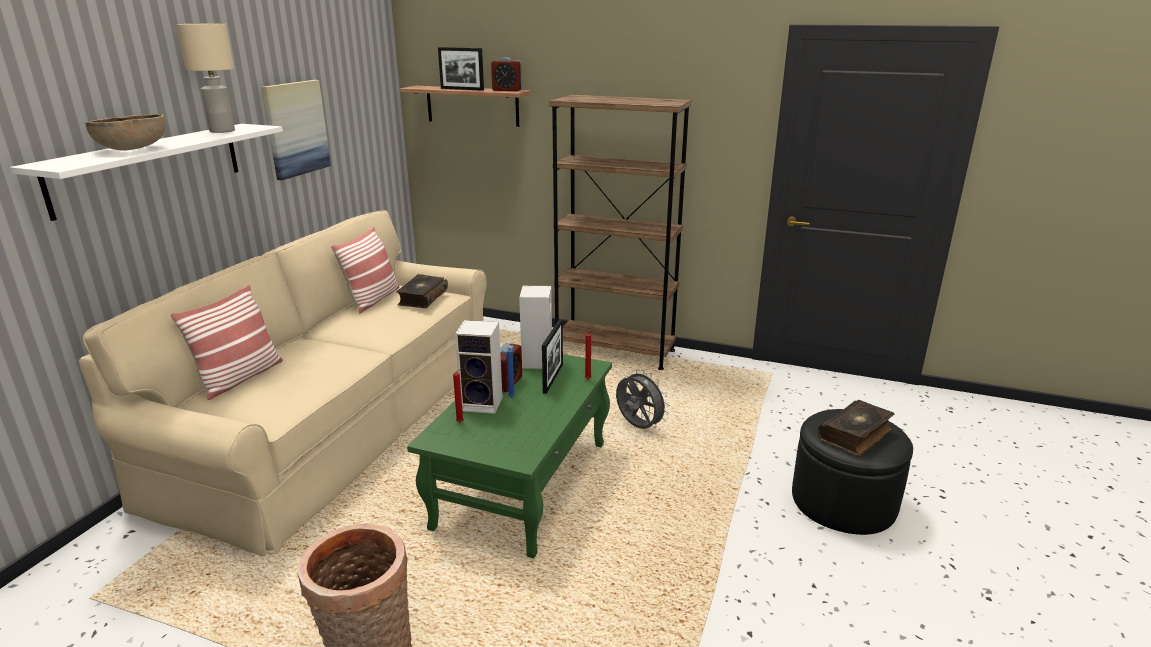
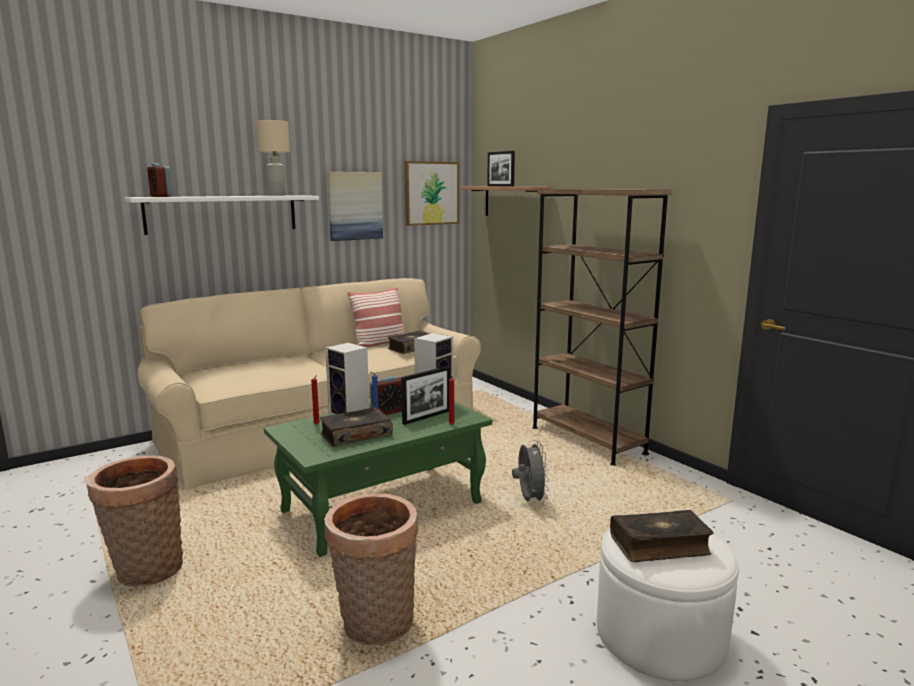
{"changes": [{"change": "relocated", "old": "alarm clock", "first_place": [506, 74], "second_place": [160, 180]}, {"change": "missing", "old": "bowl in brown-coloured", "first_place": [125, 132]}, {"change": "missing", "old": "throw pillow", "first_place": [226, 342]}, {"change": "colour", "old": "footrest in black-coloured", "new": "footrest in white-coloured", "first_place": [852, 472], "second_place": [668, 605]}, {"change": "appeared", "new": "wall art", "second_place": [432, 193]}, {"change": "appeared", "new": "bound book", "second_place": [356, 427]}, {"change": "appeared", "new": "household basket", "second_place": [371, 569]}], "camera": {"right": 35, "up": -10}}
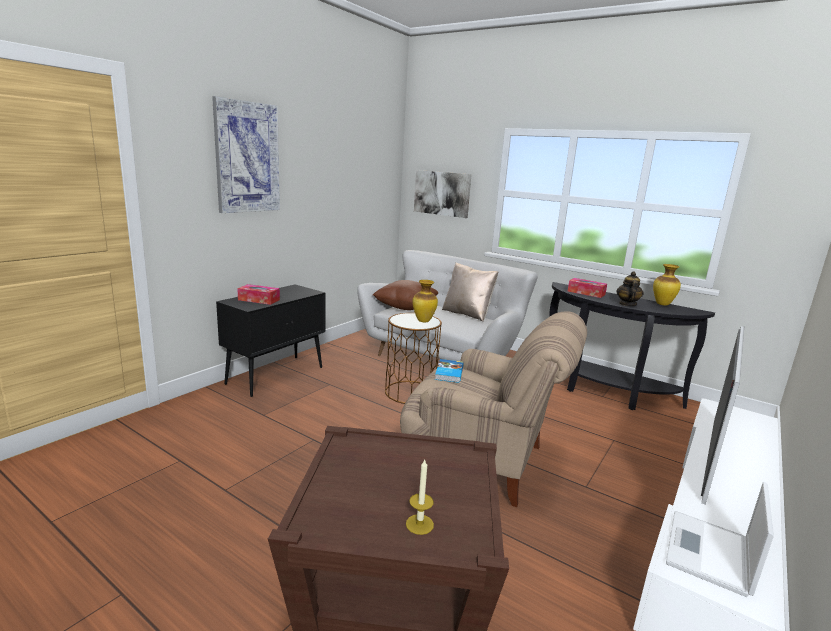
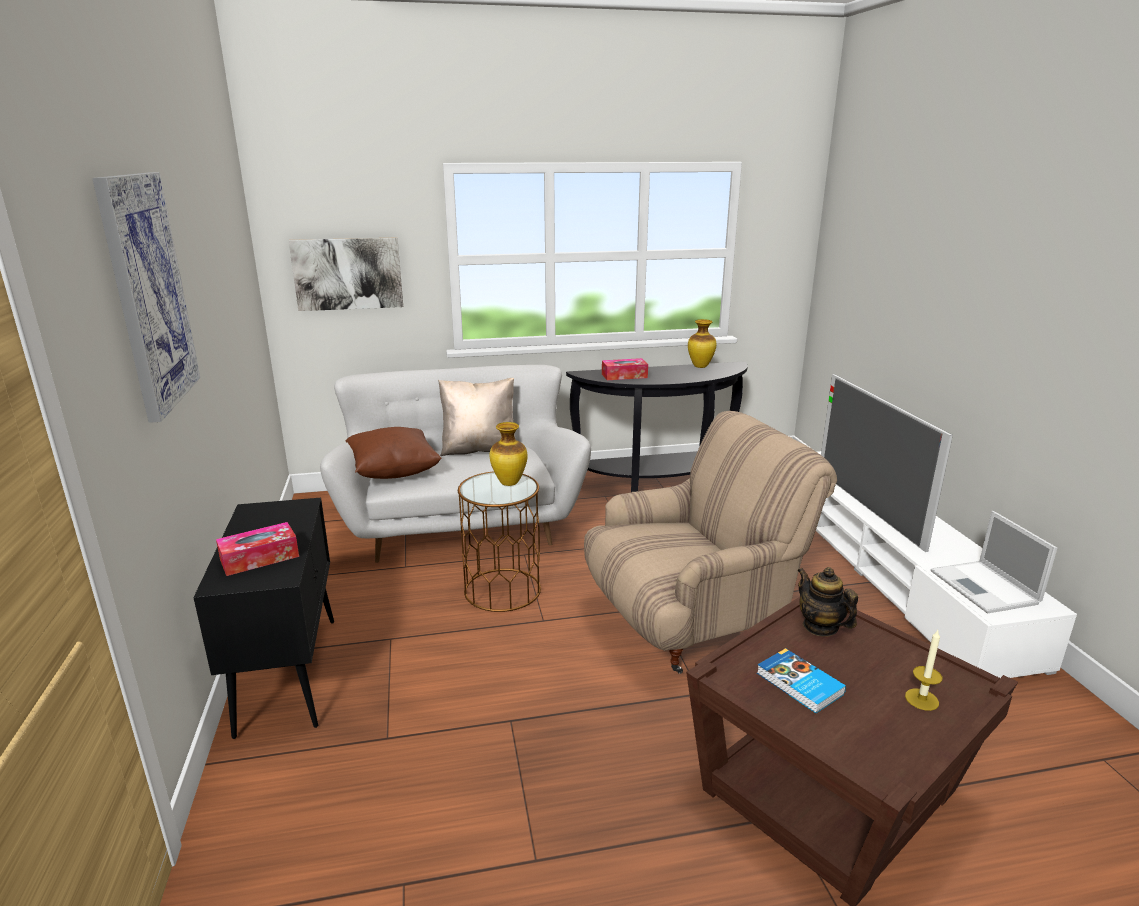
{"changes": [{"change": "relocated", "old": "tea pot", "first_place": [630, 288], "second_place": [827, 602]}, {"change": "relocated", "old": "bound book", "first_place": [449, 371], "second_place": [801, 680]}], "camera": {"right": -45, "up": 5}}
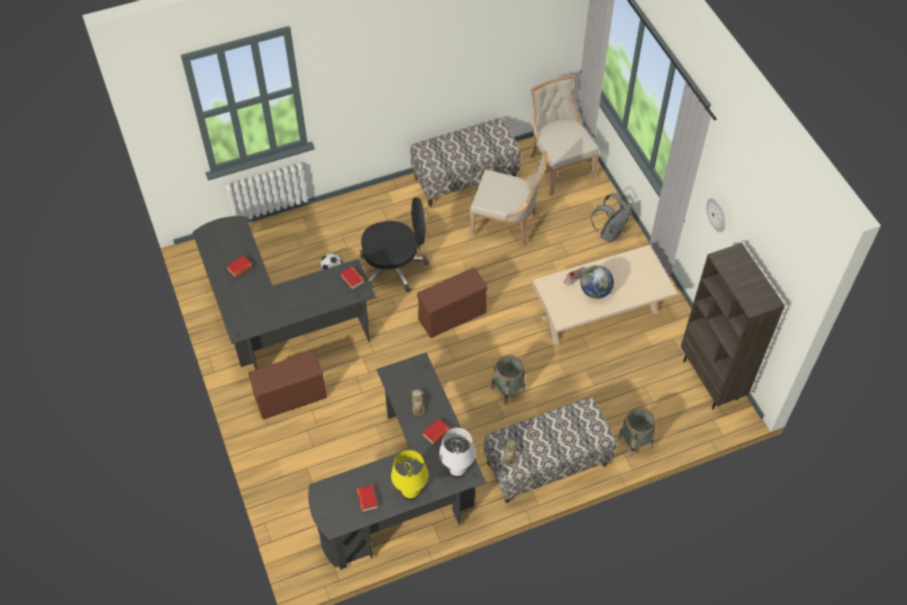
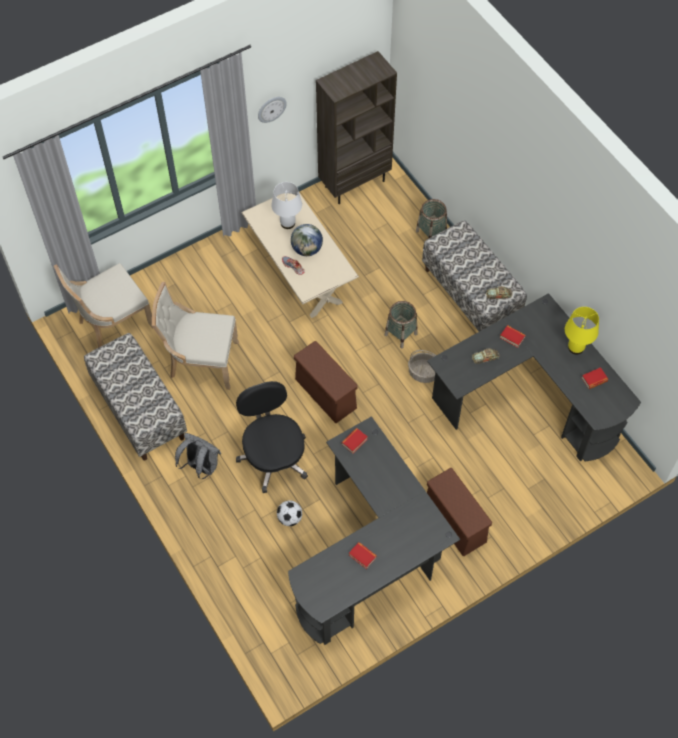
{"changes": [{"change": "spun", "old": "upright chair in sand-coloured", "first_place": [508, 199], "second_place": [195, 336], "degrees": -90}, {"change": "relocated", "old": "backpack in grey", "first_place": [611, 218], "second_place": [198, 456]}, {"change": "relocated", "old": "tabletop lamp in white-coloured", "first_place": [457, 453], "second_place": [286, 205]}, {"change": "appeared", "new": "household basket", "second_place": [422, 366]}], "camera": {"right": -100, "up": 5}}
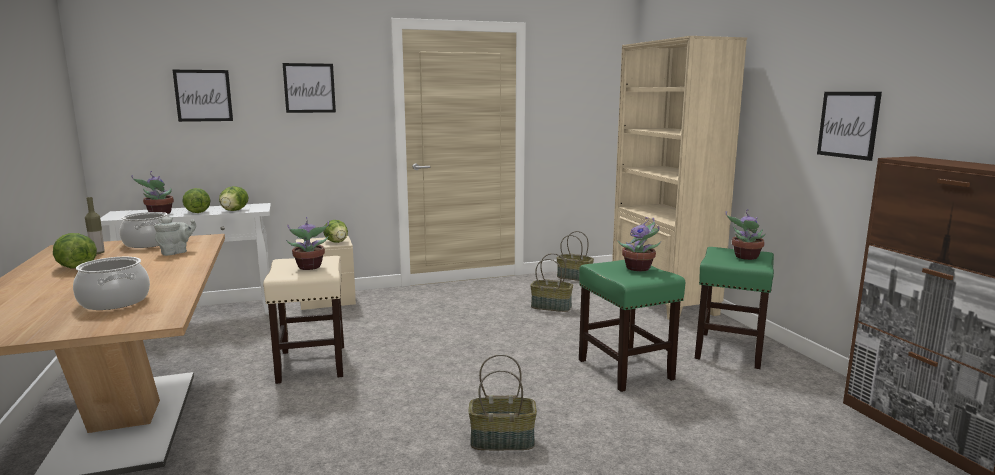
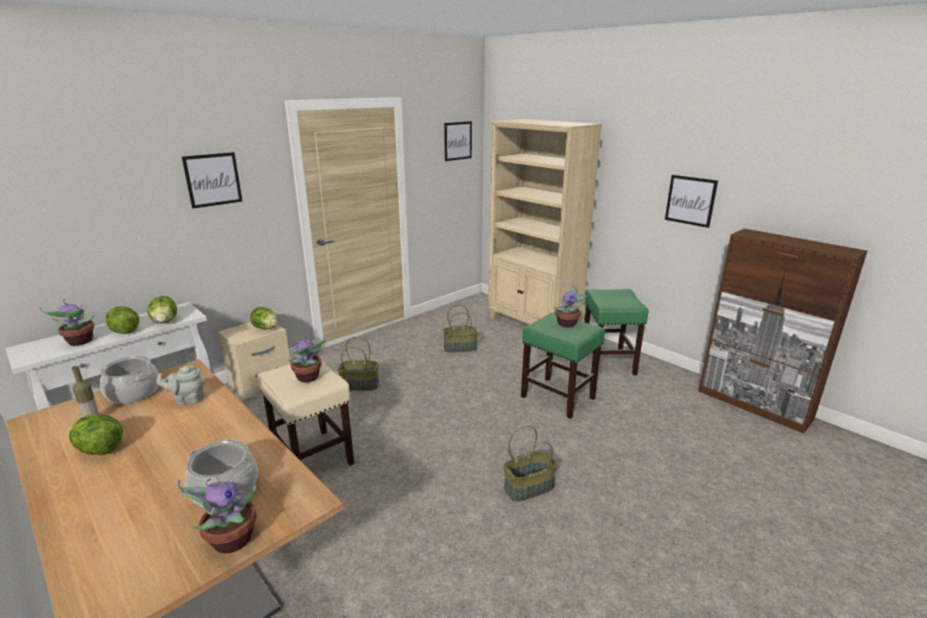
{"changes": [{"change": "relocated", "old": "wall art", "first_place": [203, 96], "second_place": [458, 141]}, {"change": "relocated", "old": "plant in a pot", "first_place": [745, 234], "second_place": [217, 516]}, {"change": "spun", "old": "tea pot in grey", "first_place": [175, 236], "second_place": [180, 385], "degrees": -120}, {"change": "relocated", "old": "household basket", "first_place": [575, 256], "second_place": [358, 363]}], "camera": {"right": -25, "up": 10}}
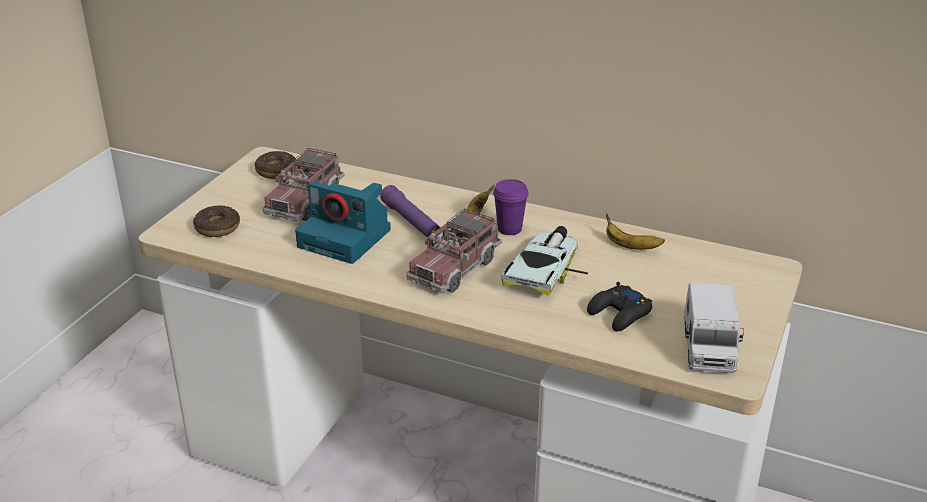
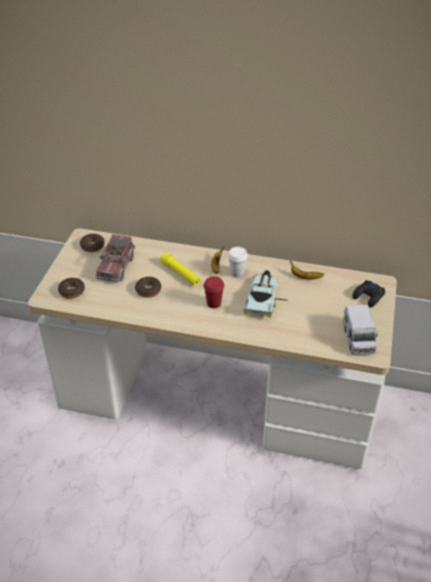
{"changes": [{"change": "colour", "old": "small cup in purple", "new": "small cup in white-coloured", "first_place": [511, 207], "second_place": [238, 262]}, {"change": "exchanged", "old": "still camera", "new": "doughnut", "first_place": [343, 223], "second_place": [148, 287]}, {"change": "colour", "old": "hand torch in purple", "new": "hand torch in yellowish", "first_place": [410, 211], "second_place": [180, 269]}, {"change": "exchanged", "old": "toy lorry", "new": "small cup in red", "first_place": [454, 251], "second_place": [213, 292]}, {"change": "relocated", "old": "joypad in black-coloured", "first_place": [619, 307], "second_place": [368, 293]}], "camera": {"right": -10, "up": 10}}
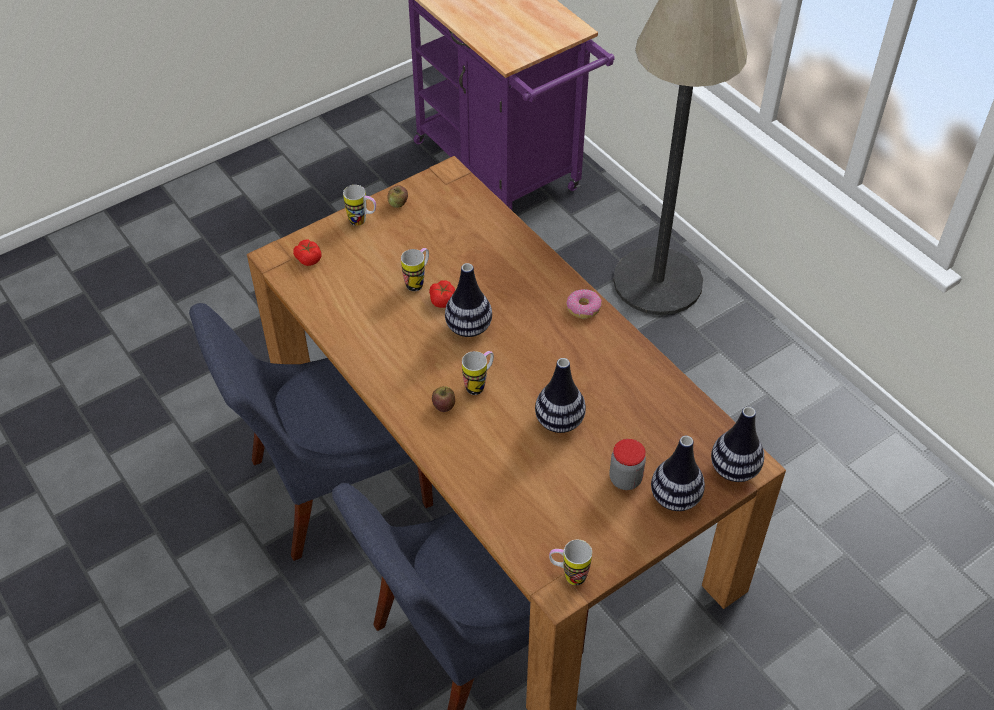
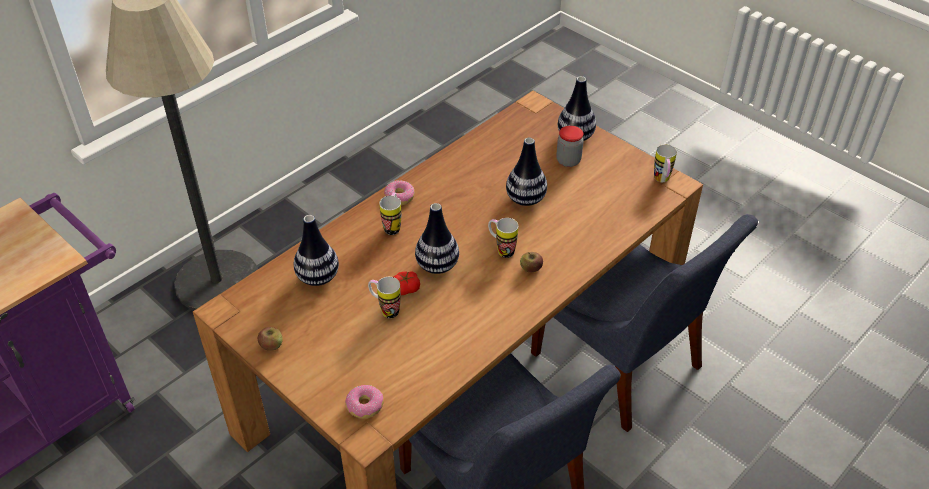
{"changes": [{"change": "relocated", "old": "coffee mug", "first_place": [359, 205], "second_place": [390, 214]}, {"change": "exchanged", "old": "fresh tomato", "new": "doughnut", "first_place": [307, 252], "second_place": [364, 401]}, {"change": "relocated", "old": "vase", "first_place": [737, 444], "second_place": [316, 250]}], "camera": {"right": -100, "up": -5}}
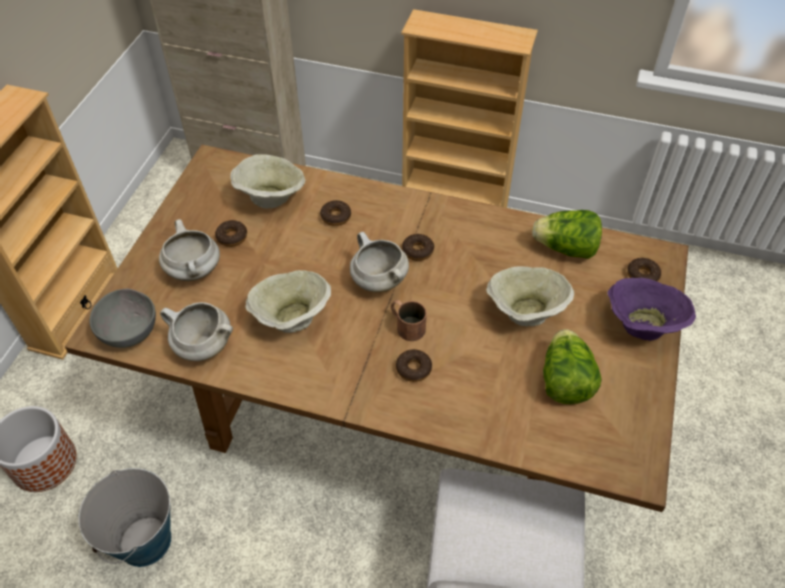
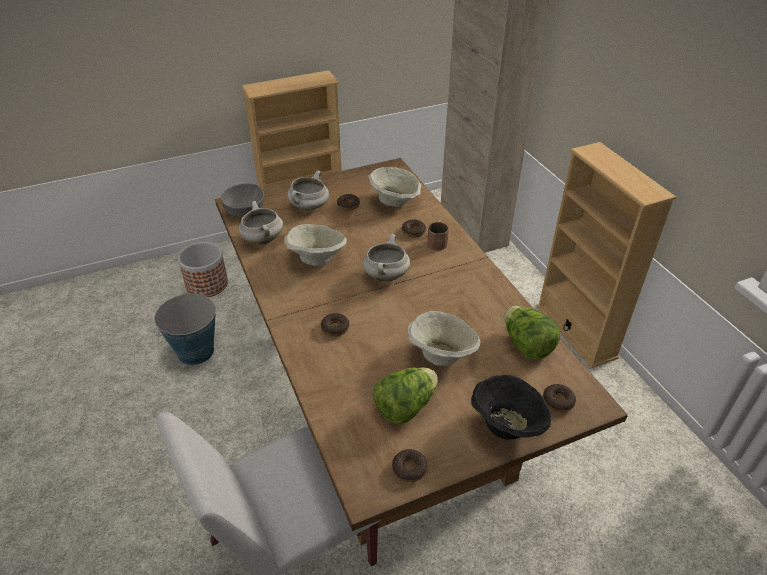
{"changes": [{"change": "relocated", "old": "doughnut", "first_place": [418, 247], "second_place": [410, 465]}, {"change": "colour", "old": "bowl in purple", "new": "bowl in black-coloured", "first_place": [652, 309], "second_place": [511, 407]}, {"change": "relocated", "old": "coffee mug in brown-coloured", "first_place": [409, 320], "second_place": [438, 235]}], "camera": {"right": 50, "up": -10}}
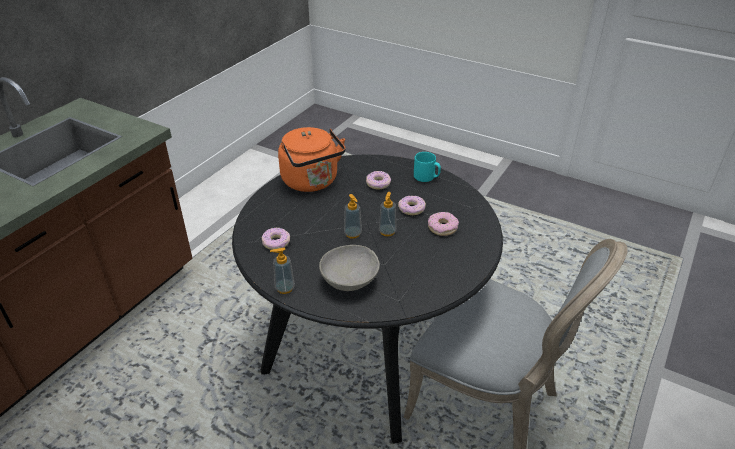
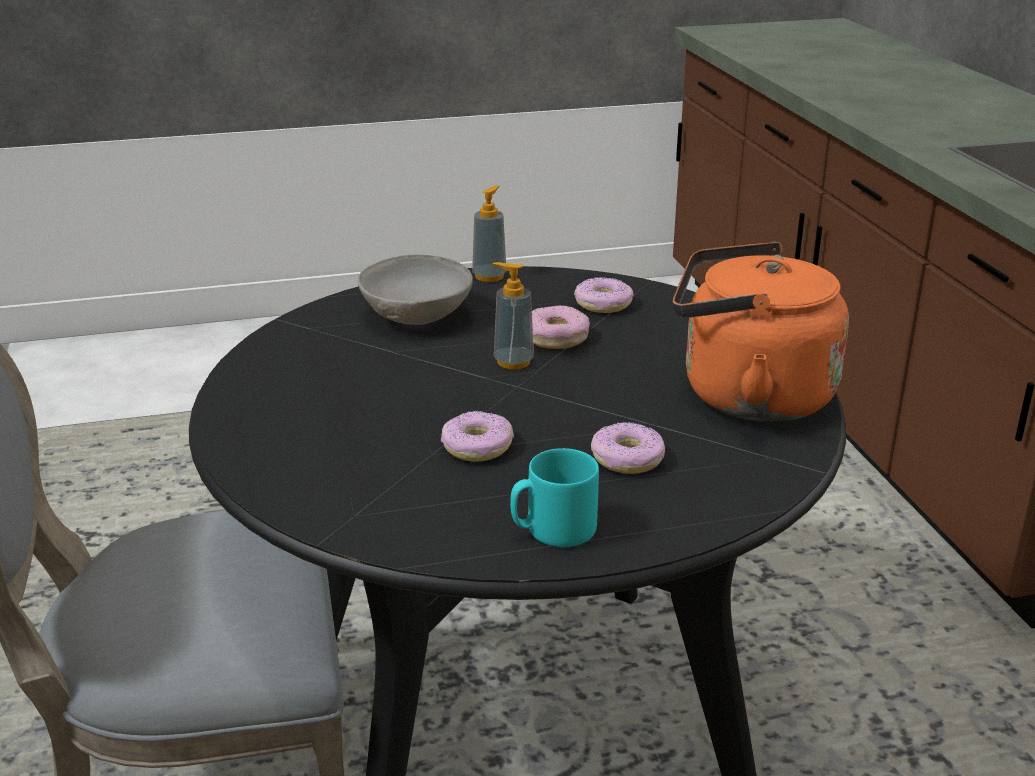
{"changes": [{"change": "missing", "old": "soap bottle", "first_place": [387, 214]}, {"change": "relocated", "old": "doughnut", "first_place": [443, 224], "second_place": [561, 327]}], "camera": {"right": 135, "up": -10}}
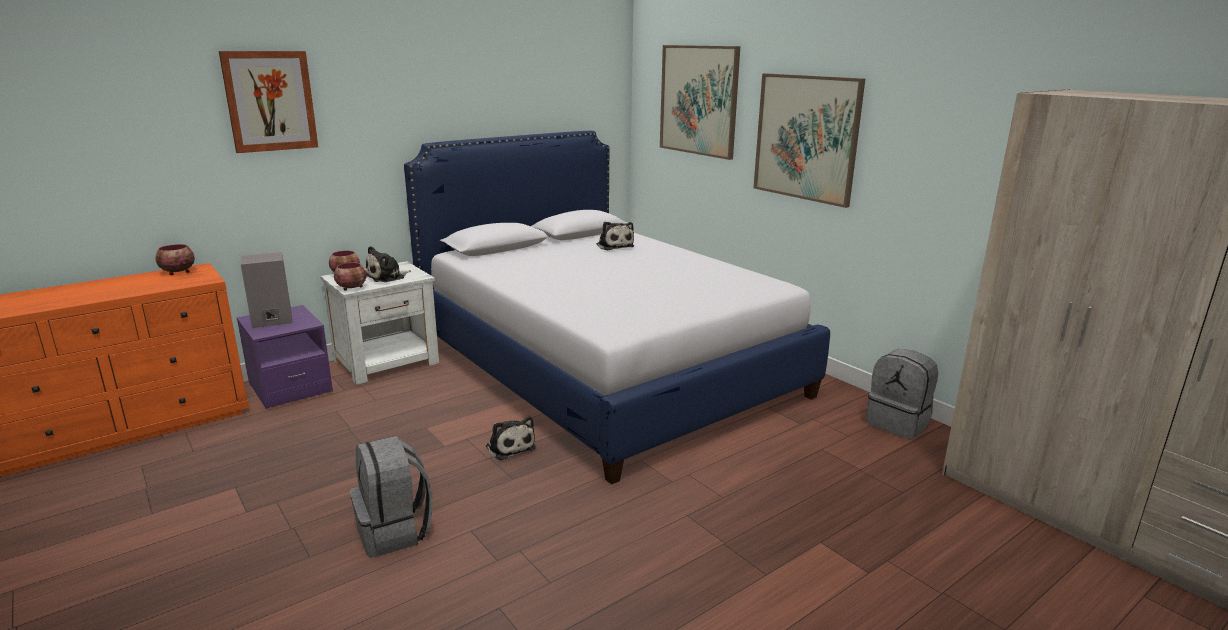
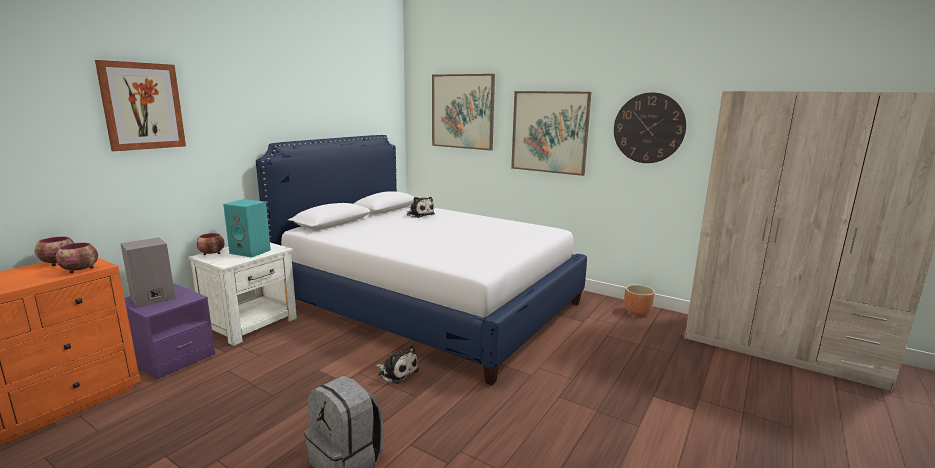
{"changes": [{"change": "exchanged", "old": "cuddly toy", "new": "audio speaker in blue-green", "first_place": [388, 264], "second_place": [247, 228]}, {"change": "relocated", "old": "bowl", "first_place": [350, 276], "second_place": [77, 257]}, {"change": "exchanged", "old": "backpack in grey", "new": "flower pot in brown-coloured", "first_place": [902, 394], "second_place": [639, 300]}, {"change": "appeared", "new": "wall clock", "second_place": [650, 127]}], "camera": {"right": -20, "up": -5}}
